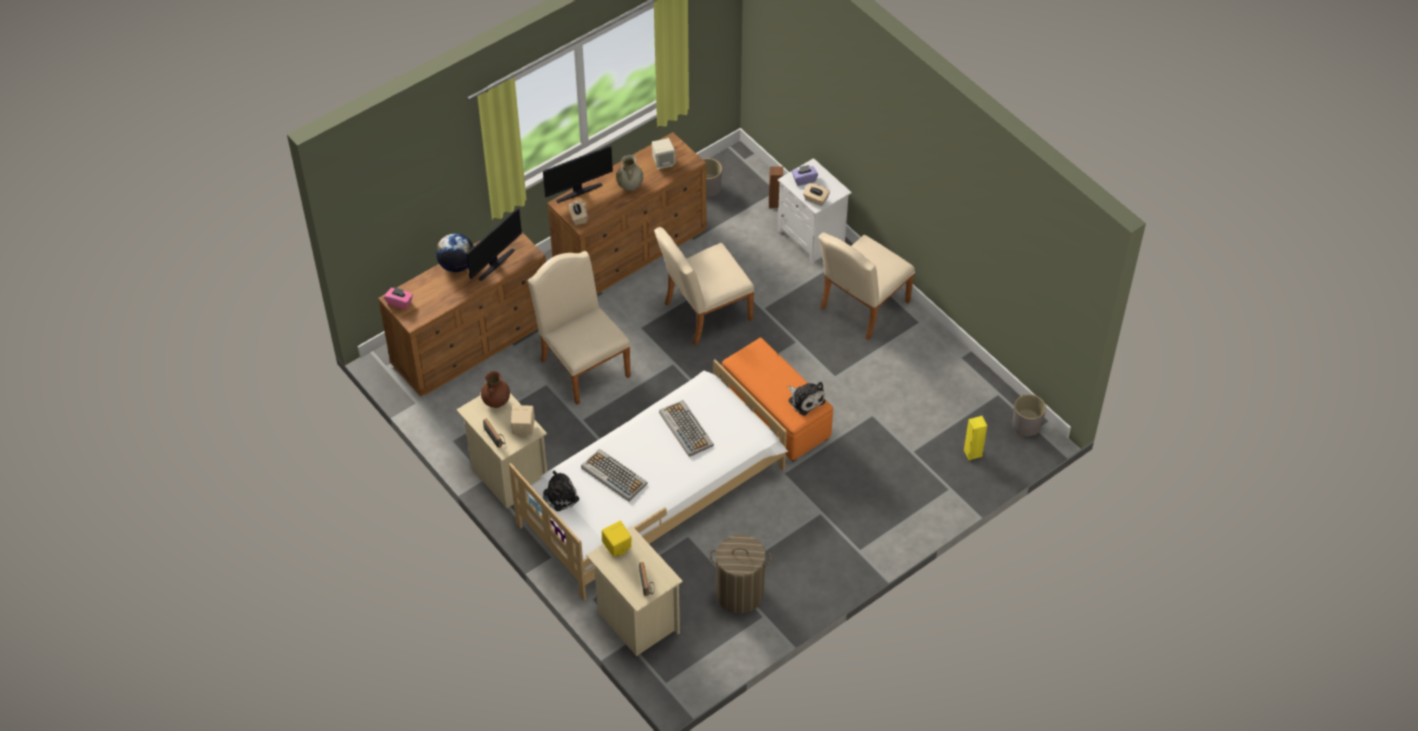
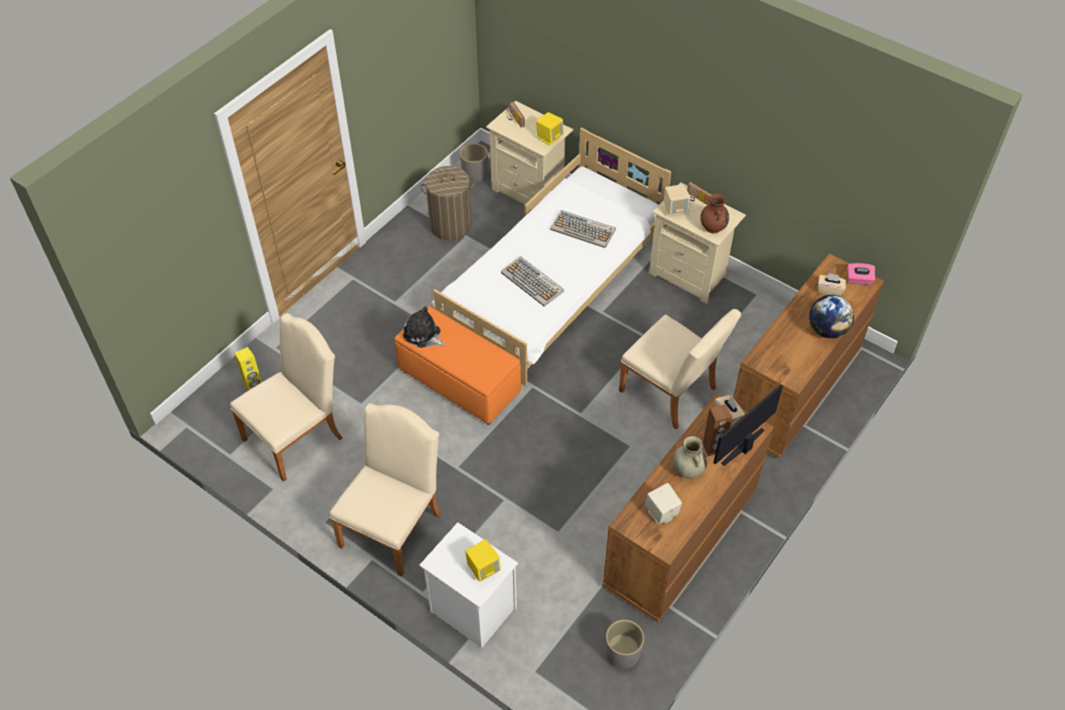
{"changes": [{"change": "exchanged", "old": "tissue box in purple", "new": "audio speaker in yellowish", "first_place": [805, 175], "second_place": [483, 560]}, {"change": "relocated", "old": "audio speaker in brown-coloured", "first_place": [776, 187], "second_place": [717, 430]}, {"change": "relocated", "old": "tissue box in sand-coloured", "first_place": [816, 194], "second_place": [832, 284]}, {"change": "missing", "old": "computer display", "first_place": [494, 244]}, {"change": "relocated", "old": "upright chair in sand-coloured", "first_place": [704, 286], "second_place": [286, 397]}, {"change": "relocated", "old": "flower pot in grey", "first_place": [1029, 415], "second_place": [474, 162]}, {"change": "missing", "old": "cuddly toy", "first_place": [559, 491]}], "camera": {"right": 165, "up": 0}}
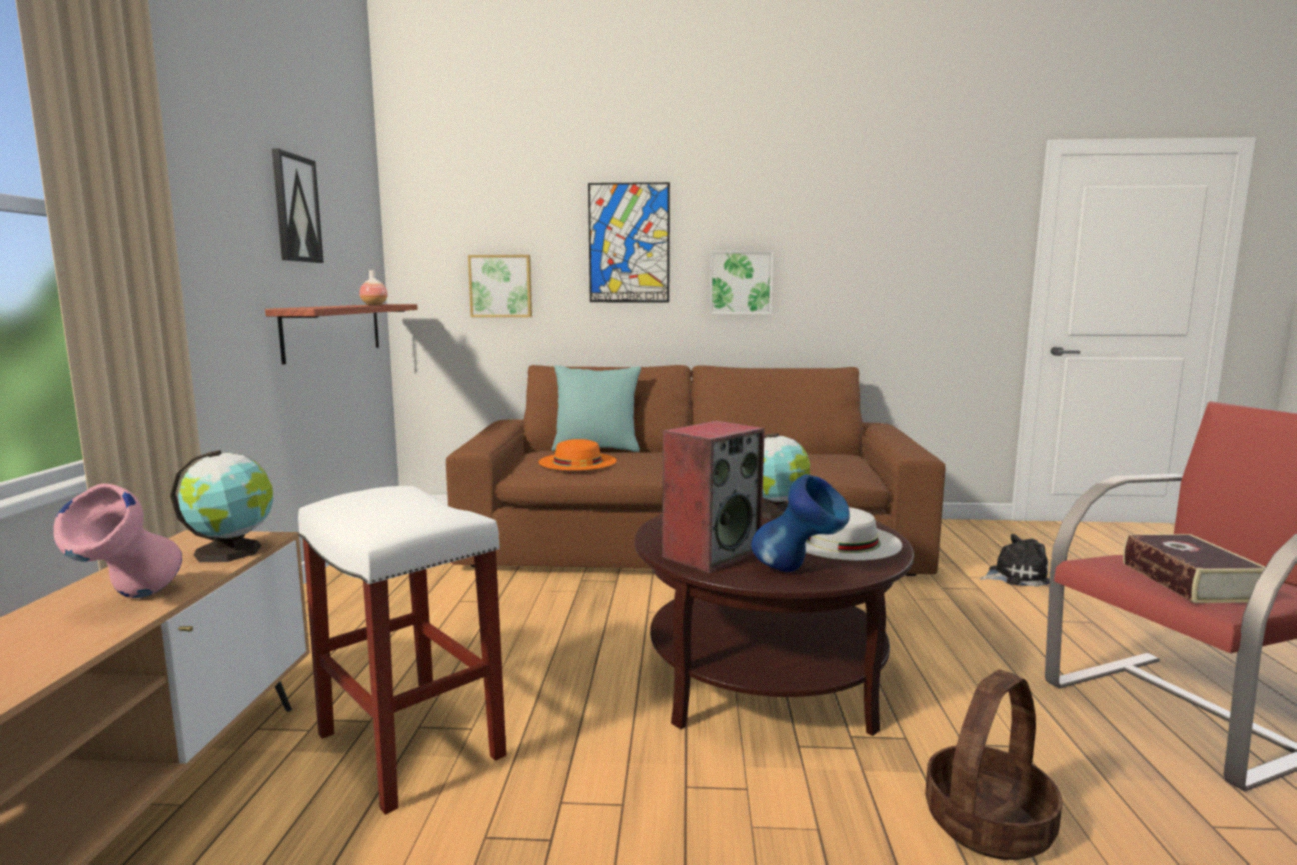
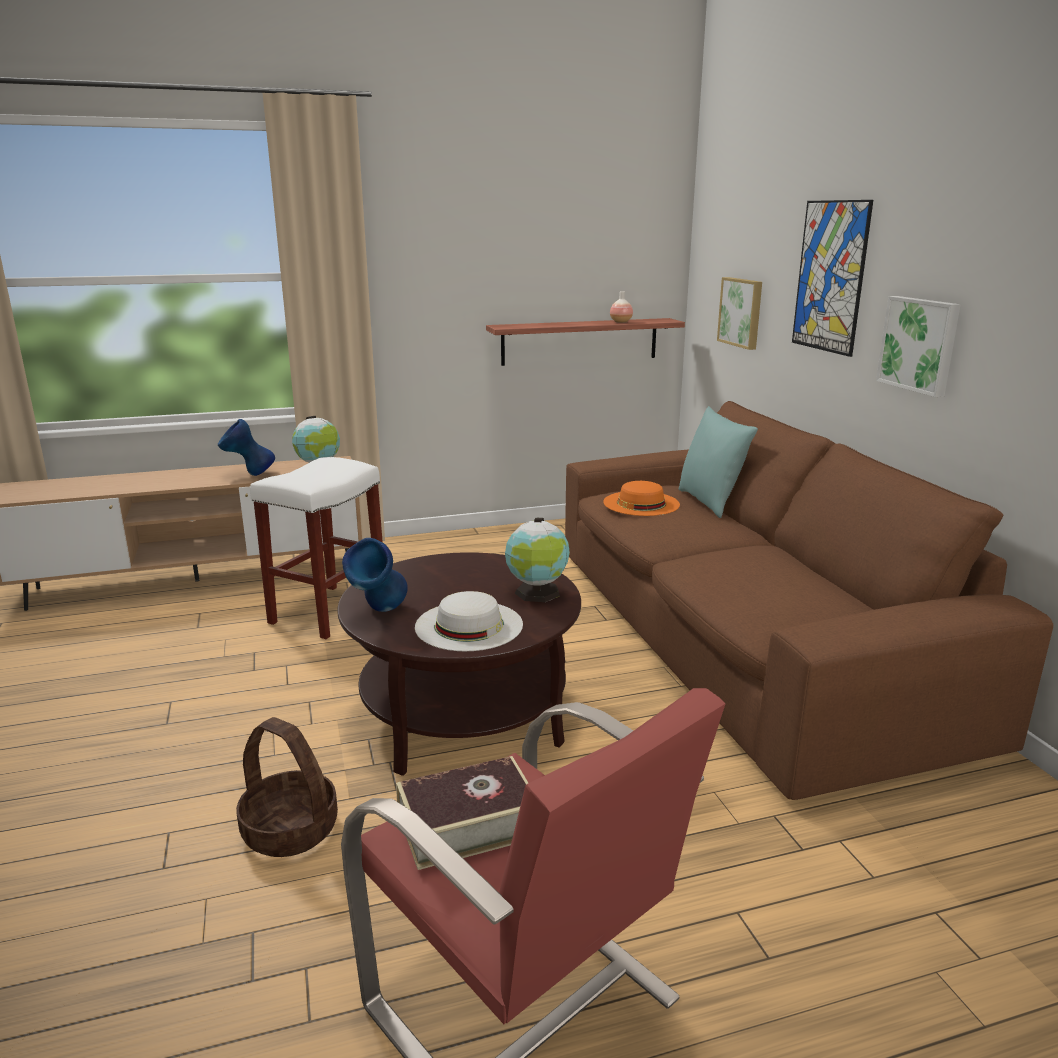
{"changes": [{"change": "missing", "old": "wall art", "first_place": [298, 205]}, {"change": "missing", "old": "audio speaker", "first_place": [713, 497]}, {"change": "colour", "old": "vase in pink", "new": "vase in blue", "first_place": [118, 541], "second_place": [246, 447]}, {"change": "missing", "old": "cuddly toy", "first_place": [1015, 560]}], "camera": {"right": 70, "up": 10}}
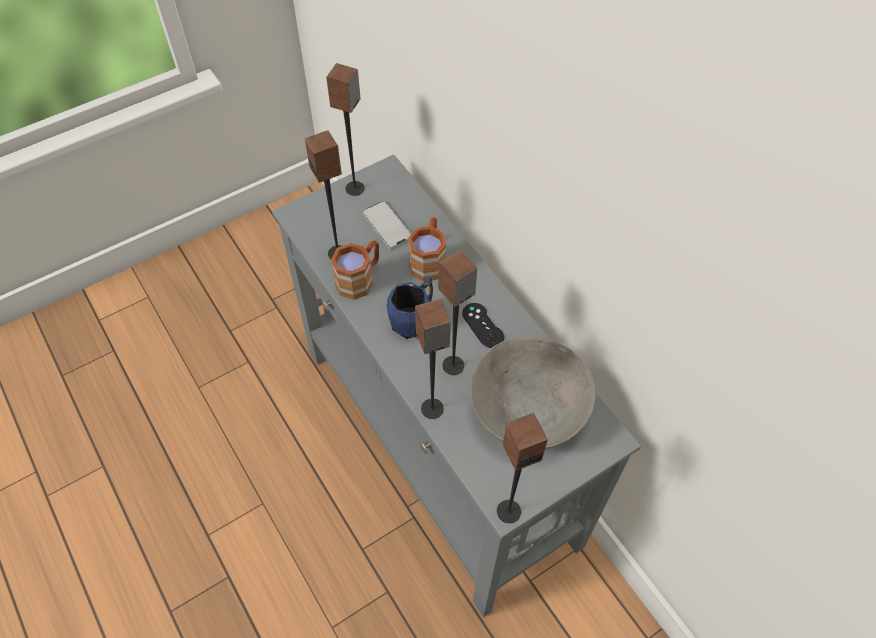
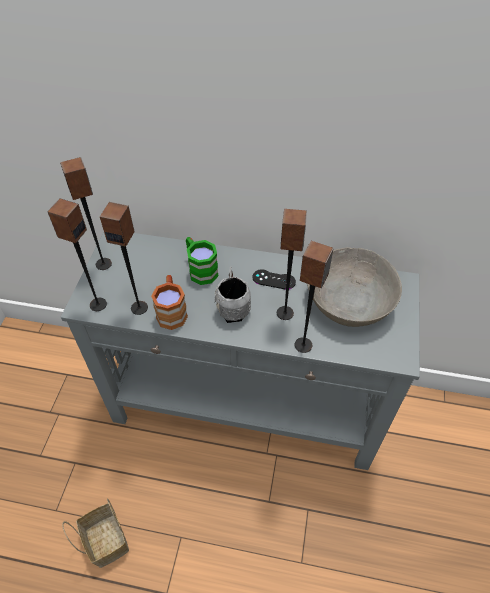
{"changes": [{"change": "missing", "old": "handset", "first_place": [386, 225]}, {"change": "colour", "old": "coffee mug in brown-coloured", "new": "coffee mug in greenish", "first_place": [427, 249], "second_place": [202, 261]}, {"change": "colour", "old": "coffee mug in blue", "new": "coffee mug in grey", "first_place": [410, 307], "second_place": [233, 294]}, {"change": "relocated", "old": "audio speaker", "first_place": [522, 468], "second_place": [77, 254]}, {"change": "appeared", "new": "household basket", "second_place": [95, 533]}], "camera": {"right": -45, "up": -5}}
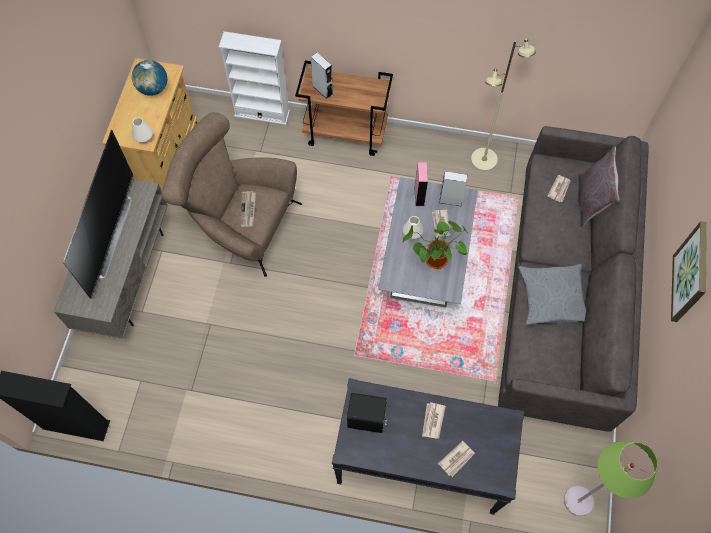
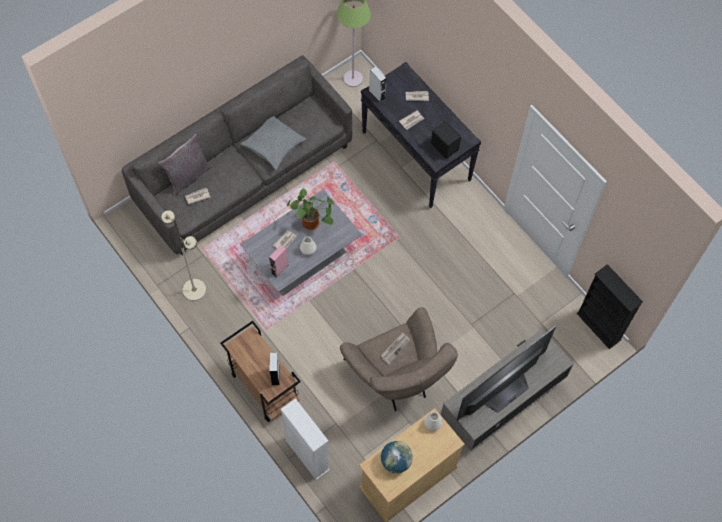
{"changes": [{"change": "relocated", "old": "audio speaker in grey", "first_place": [453, 188], "second_place": [377, 84]}, {"change": "missing", "old": "wall art", "first_place": [689, 271]}], "camera": {"right": -140, "up": 0}}
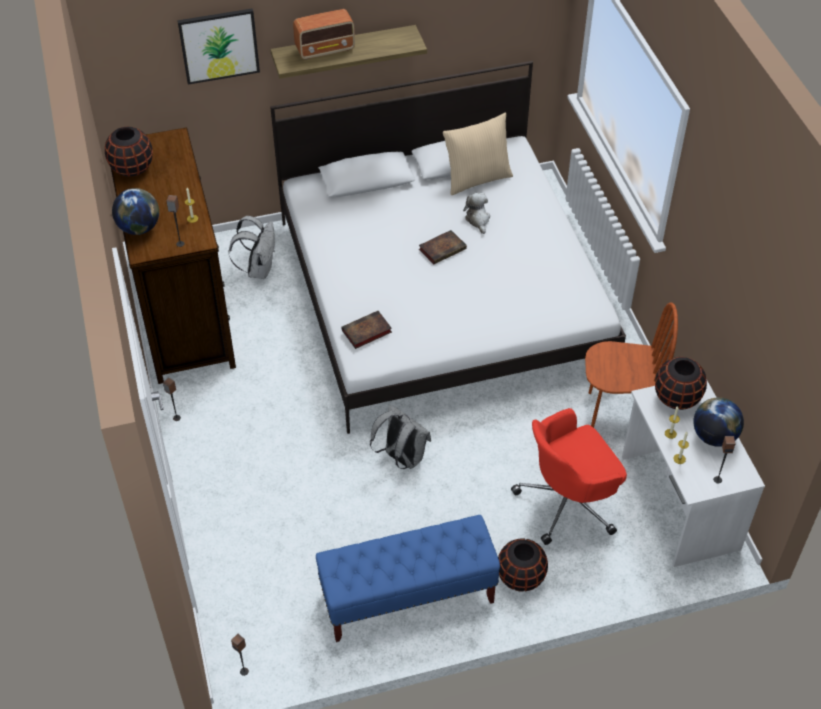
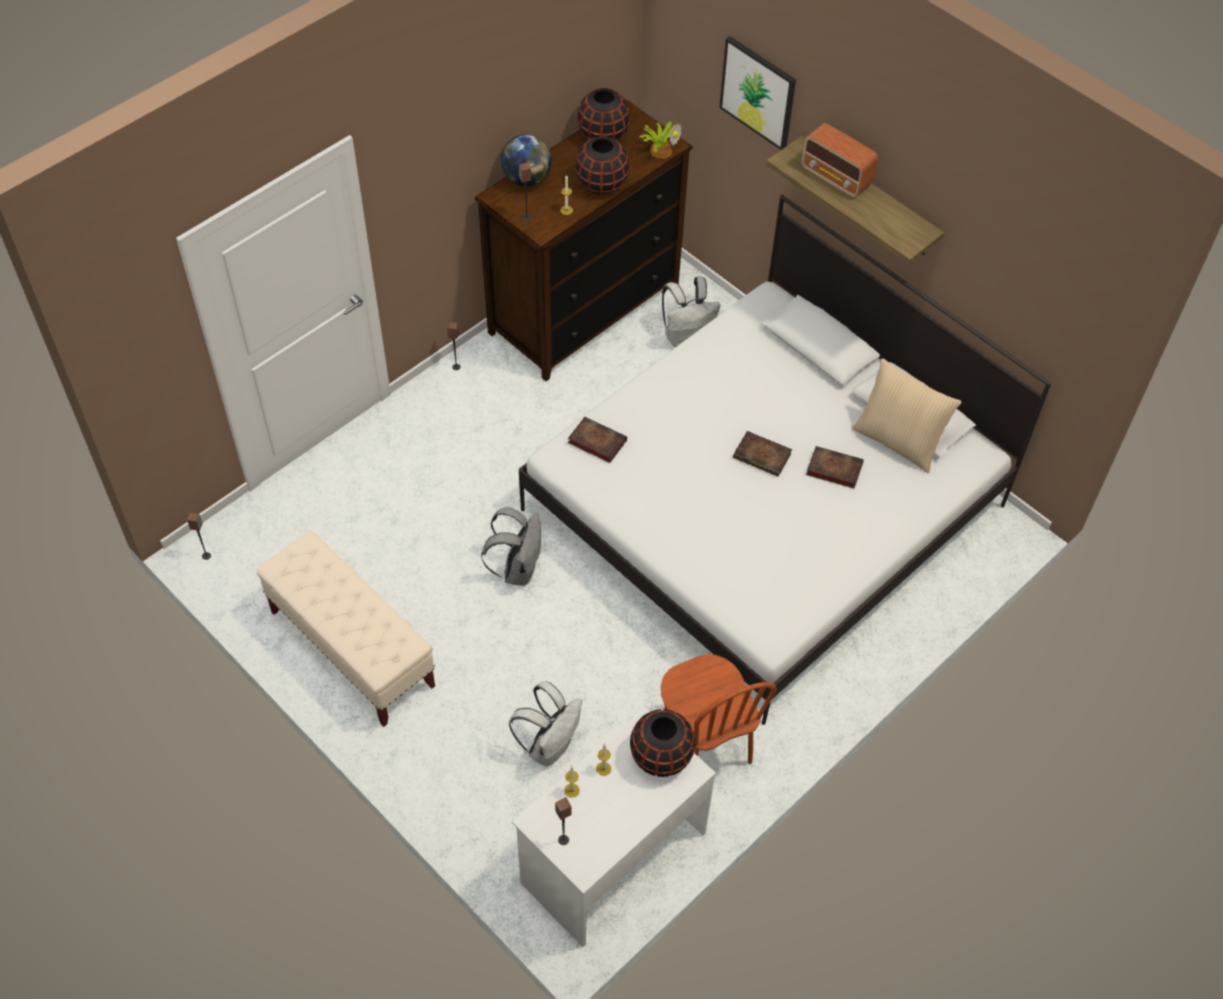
{"changes": [{"change": "exchanged", "old": "cuddly toy", "new": "bound book", "first_place": [476, 213], "second_place": [835, 467]}, {"change": "missing", "old": "desk globe", "first_place": [718, 422]}, {"change": "exchanged", "old": "office chair in red", "new": "backpack in white-coloured", "first_place": [569, 476], "second_place": [545, 724]}, {"change": "colour", "old": "bench in blue", "new": "bench in sand-coloured", "first_place": [408, 578], "second_place": [346, 629]}, {"change": "relocated", "old": "vase in black-coloured", "first_place": [523, 565], "second_place": [602, 165]}, {"change": "appeared", "new": "plant in a pot", "second_place": [660, 140]}], "camera": {"right": 60, "up": 5}}
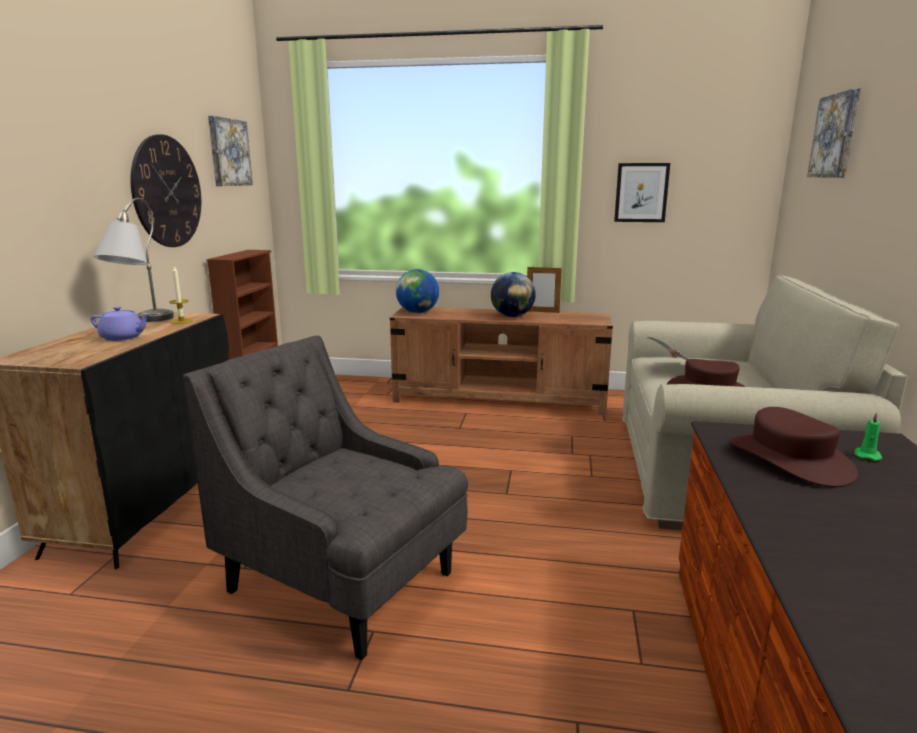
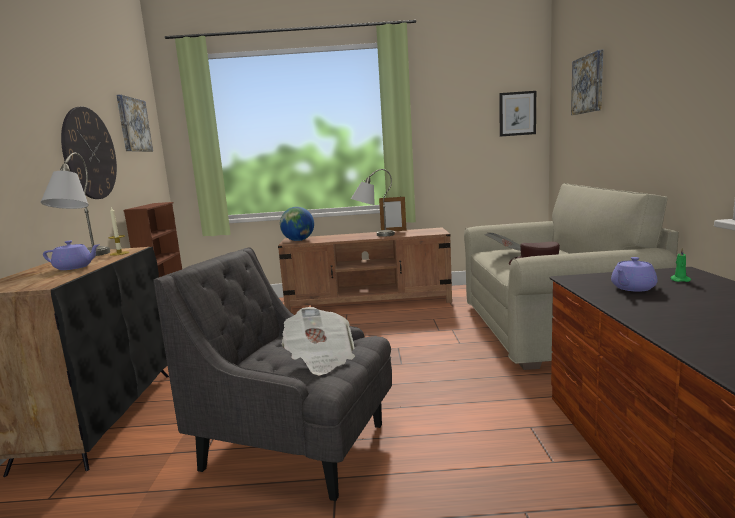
{"changes": [{"change": "relocated", "old": "wall art", "first_place": [642, 192], "second_place": [517, 114]}, {"change": "exchanged", "old": "desk globe", "new": "tabletop lamp in grey", "first_place": [513, 294], "second_place": [373, 203]}, {"change": "exchanged", "old": "hat in brown-coloured", "new": "tea pot in purple", "first_place": [793, 447], "second_place": [634, 274]}, {"change": "appeared", "new": "newspaper", "second_place": [318, 341]}], "camera": {"right": -10, "up": -5}}
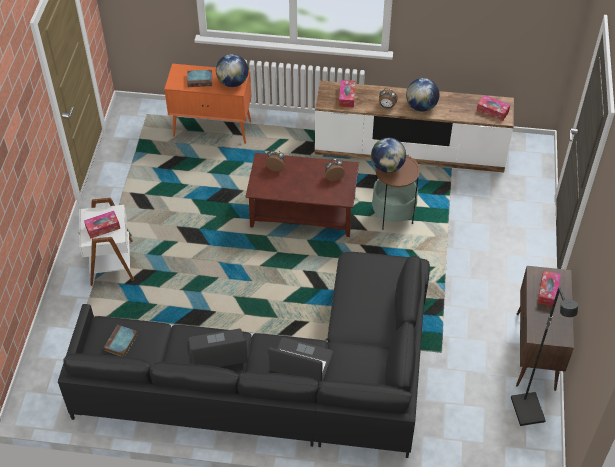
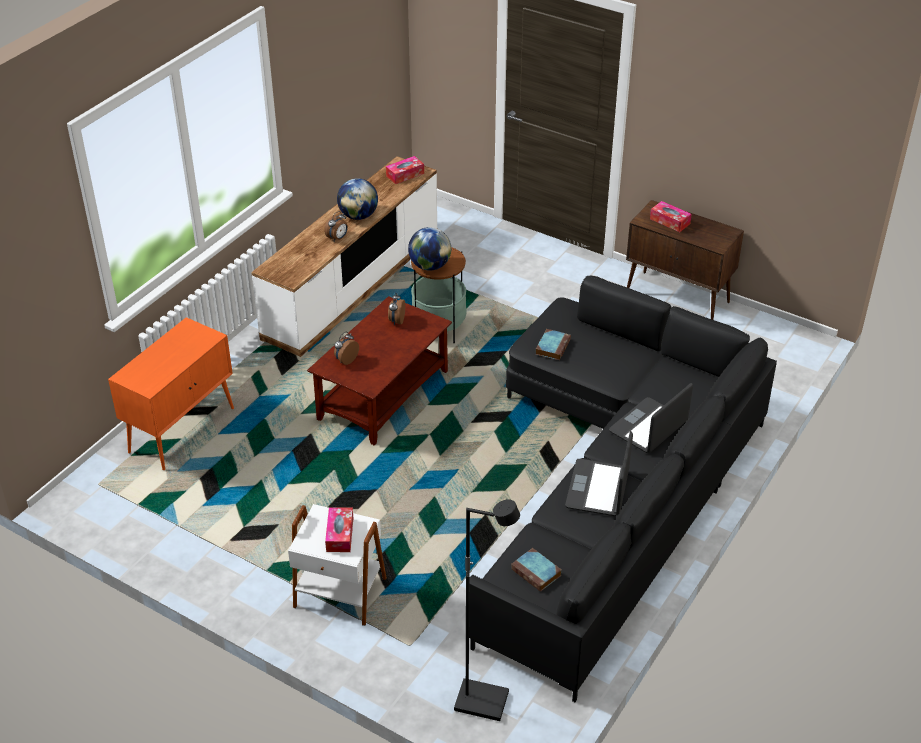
{"changes": [{"change": "missing", "old": "desk globe", "first_place": [232, 70]}, {"change": "relocated", "old": "bound book", "first_place": [199, 78], "second_place": [553, 344]}, {"change": "missing", "old": "tissue box", "first_place": [347, 93]}, {"change": "relocated", "old": "standing lamp in black-coloured", "first_place": [544, 356], "second_place": [487, 610]}], "camera": {"right": -65, "up": -10}}
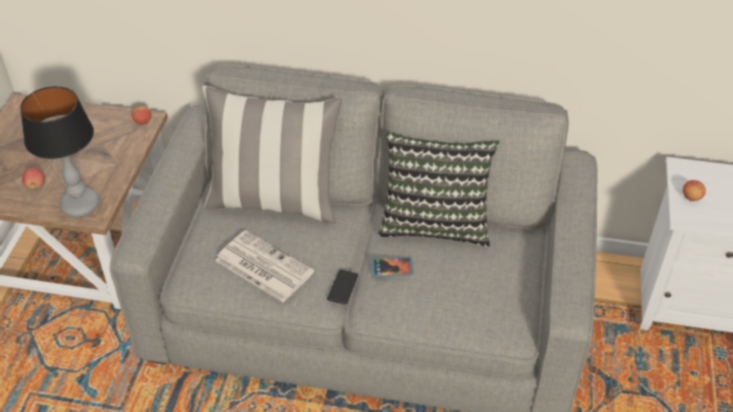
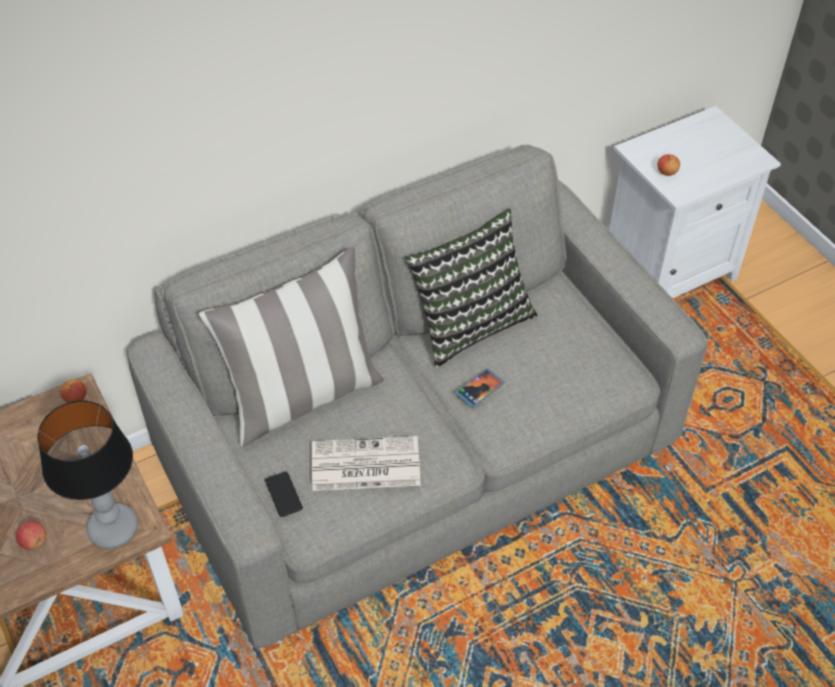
{"changes": [{"change": "relocated", "old": "handset", "first_place": [342, 287], "second_place": [284, 494]}], "camera": {"right": -40, "up": 5}}
